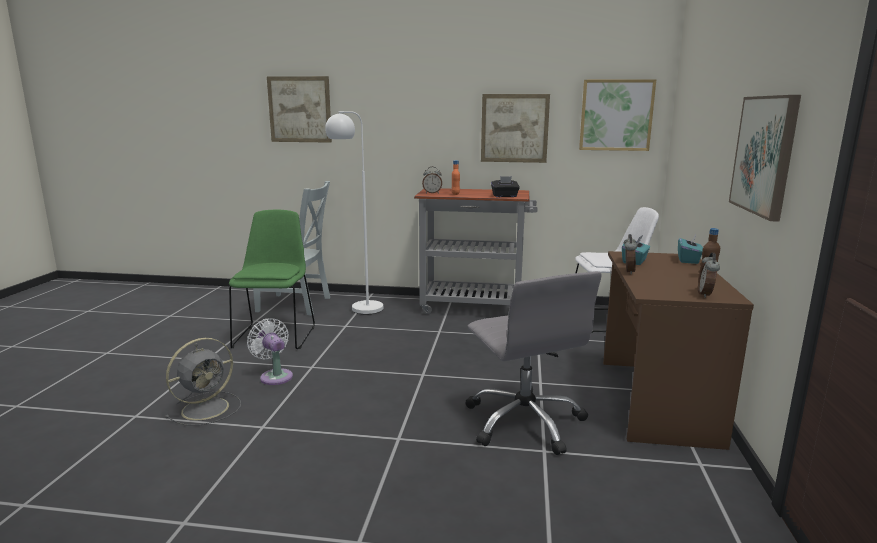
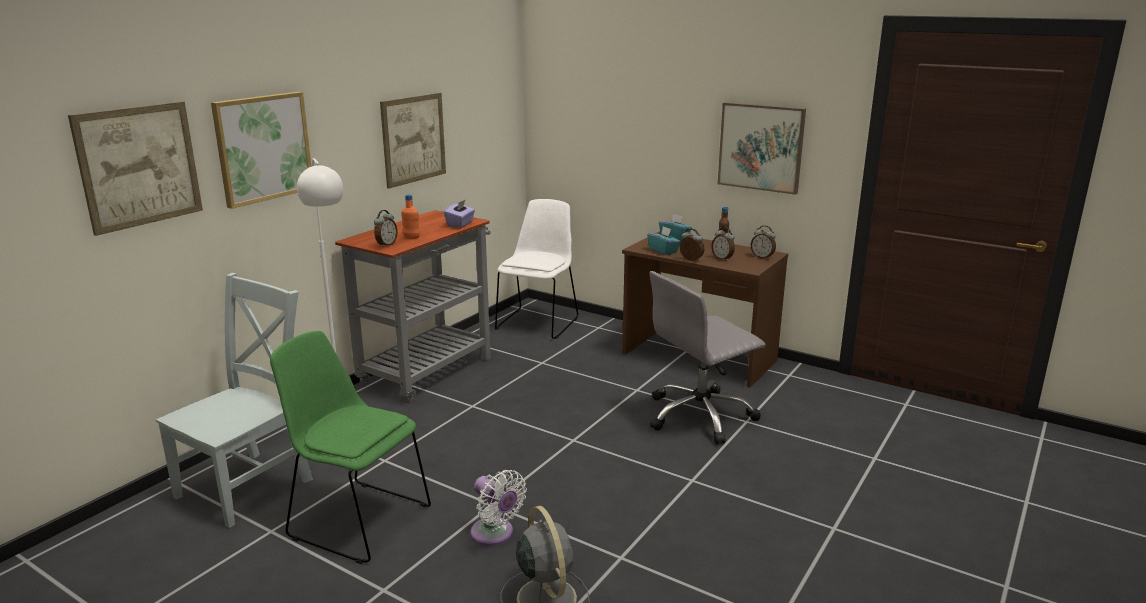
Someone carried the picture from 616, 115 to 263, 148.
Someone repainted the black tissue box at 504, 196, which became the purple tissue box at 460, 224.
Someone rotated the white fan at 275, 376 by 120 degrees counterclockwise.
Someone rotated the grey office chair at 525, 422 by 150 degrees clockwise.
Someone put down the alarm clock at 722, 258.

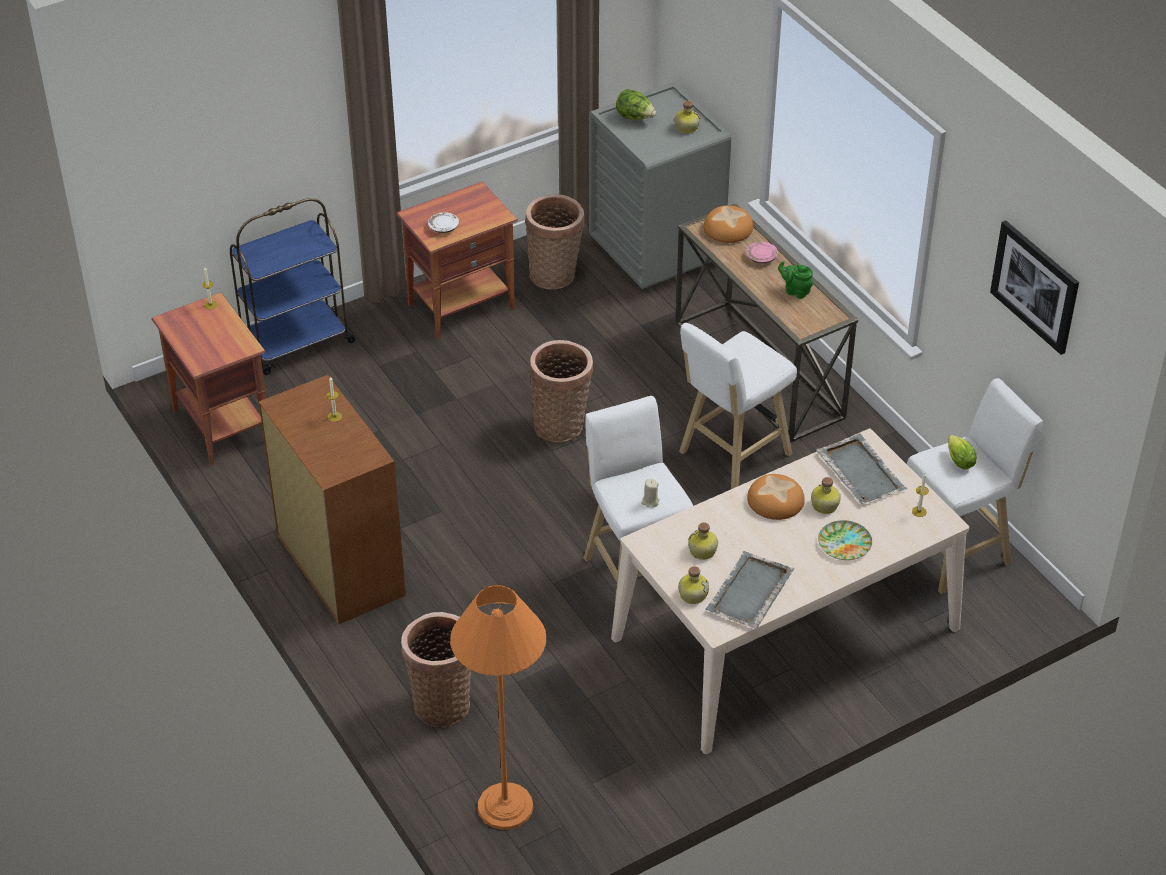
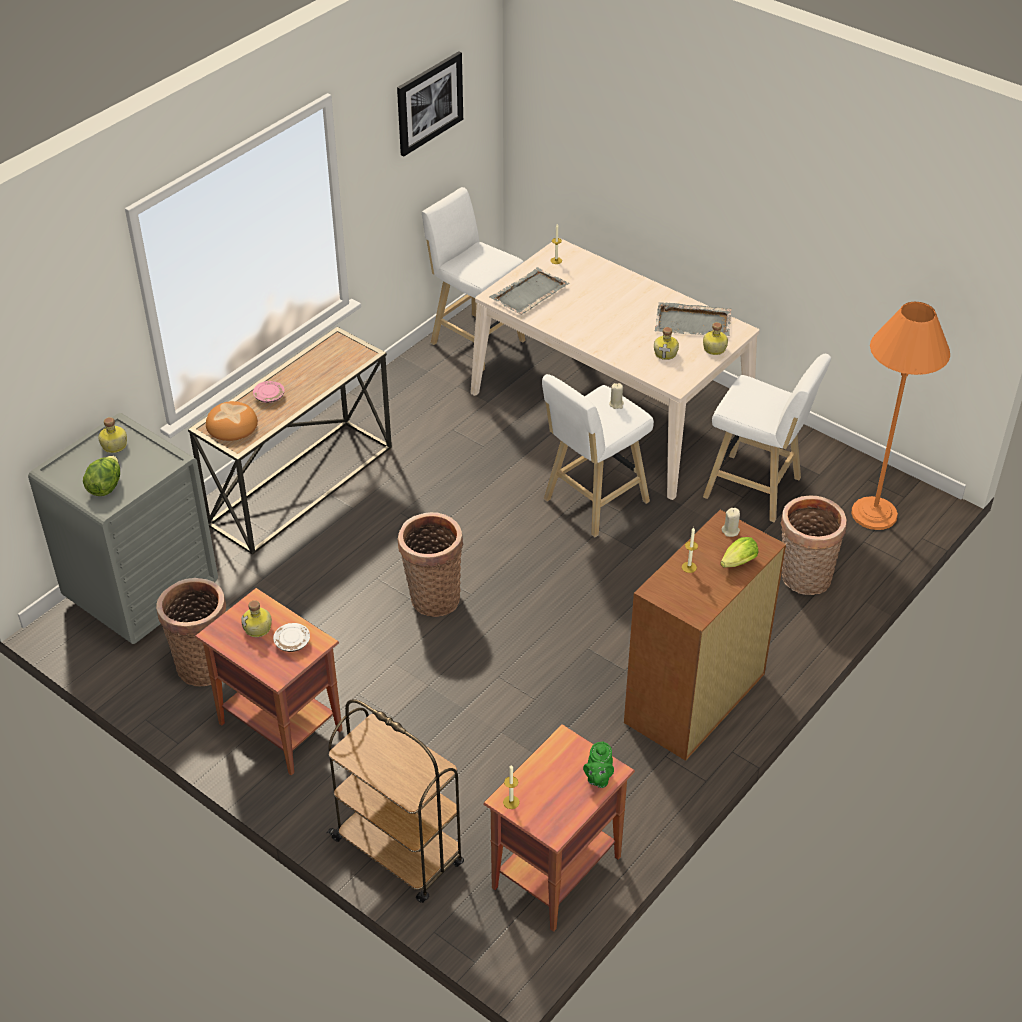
Someone carried the bottle from 824, 505 to 258, 628.
Someone repainted the blue cart at 296, 345, which became the brown cart at 398, 854.
Someone carried the green teapot from 795, 291 to 598, 778.
Someone carried the white stool from 731, 455 to 756, 490.
Someone carried the lettuce from 958, 459 to 736, 564.
Someone put down the beige candle at 730, 531.
Someone took away the bread at 776, 500.
Someone took away the plate at 844, 543.

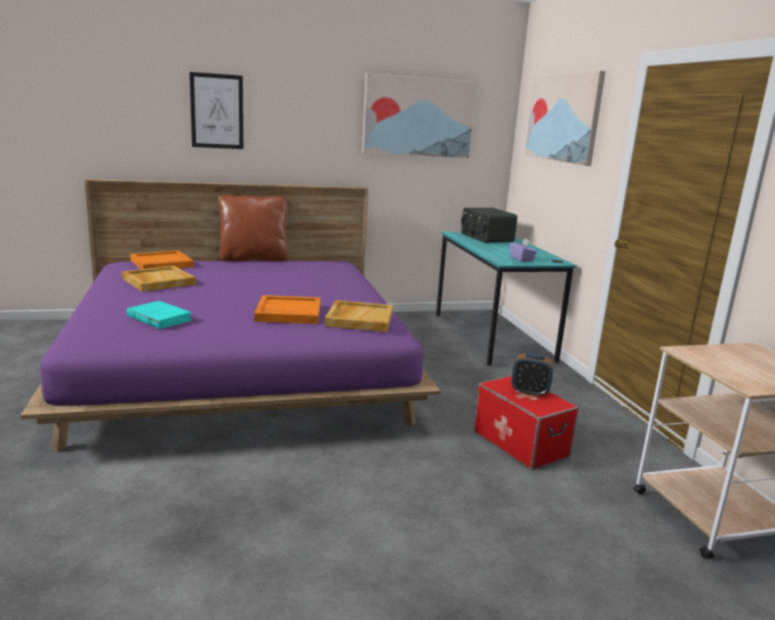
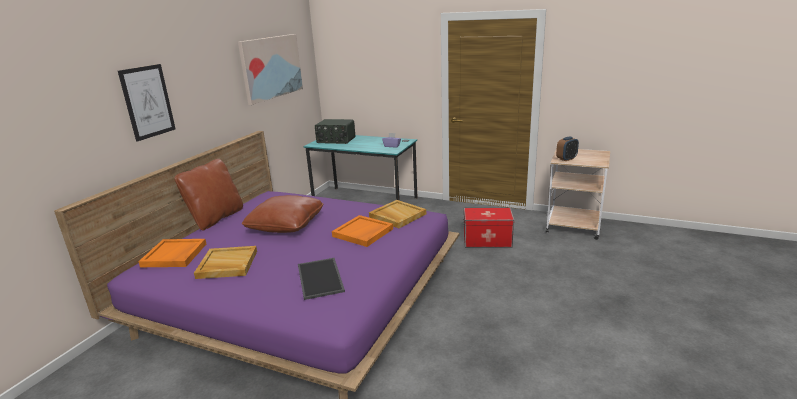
Someone put down the brown pillow at 286, 225.
Someone swapped the turquoise book at 159, 318 for the tray at 321, 278.
Someone carried the alarm clock from 530, 392 to 566, 159.
Someone took away the picture at 563, 117.

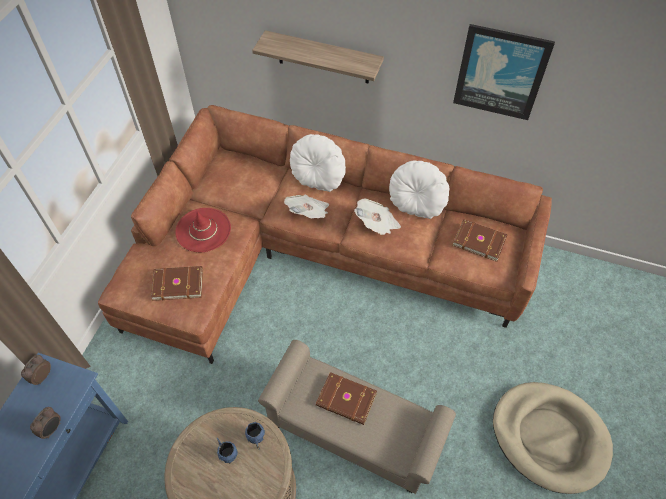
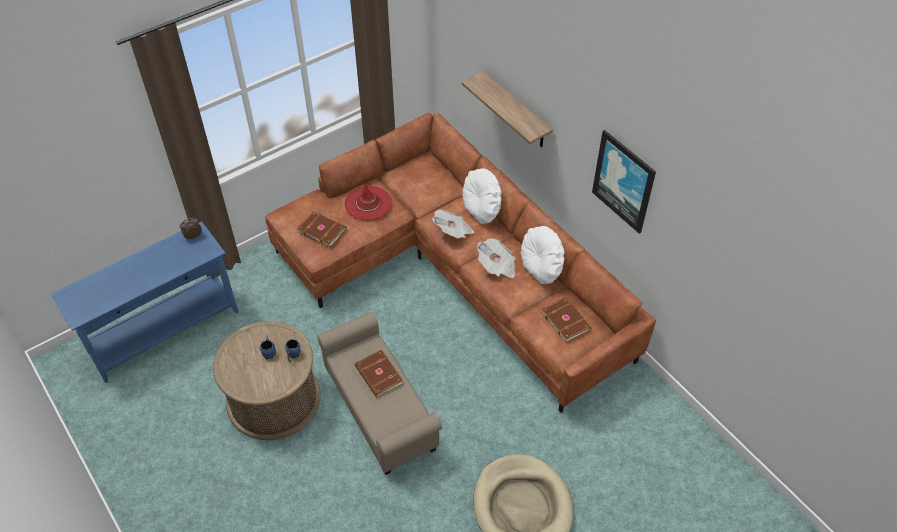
Someone took away the alarm clock at 52, 429.

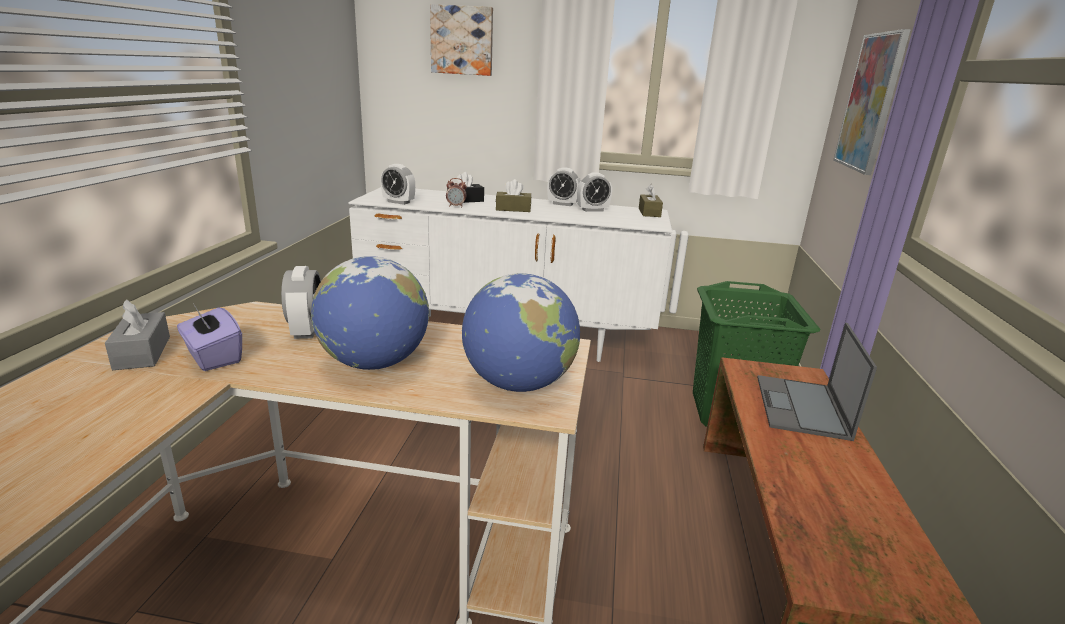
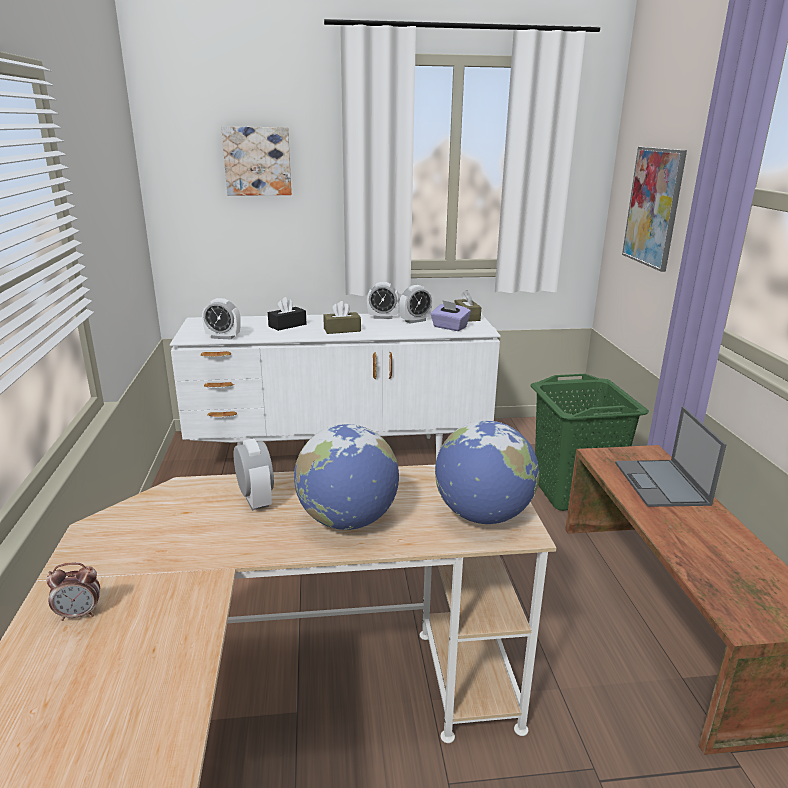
Someone carried the alarm clock from 456, 206 to 79, 614.
Someone carried the purple tissue box from 213, 357 to 449, 327.
Someone took away the grey tissue box at 142, 353.

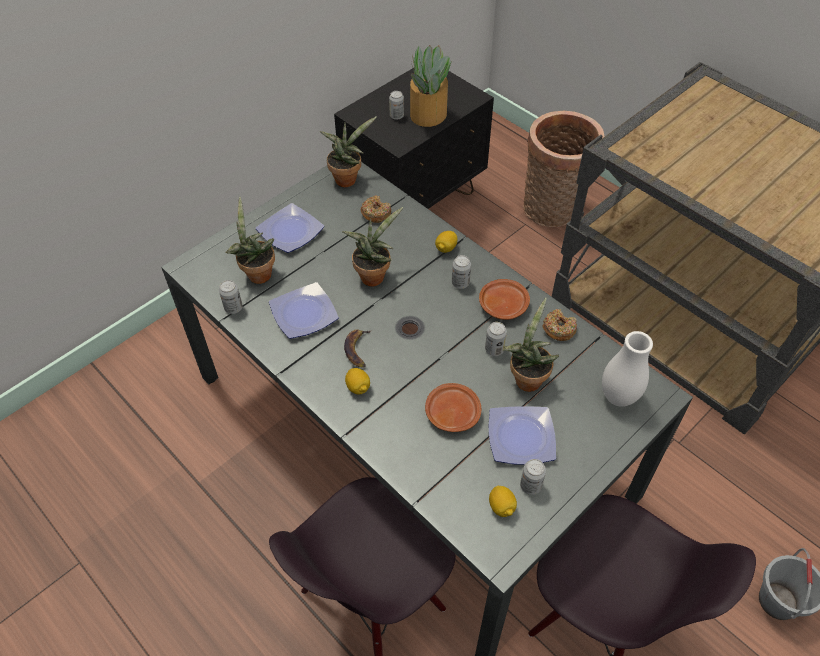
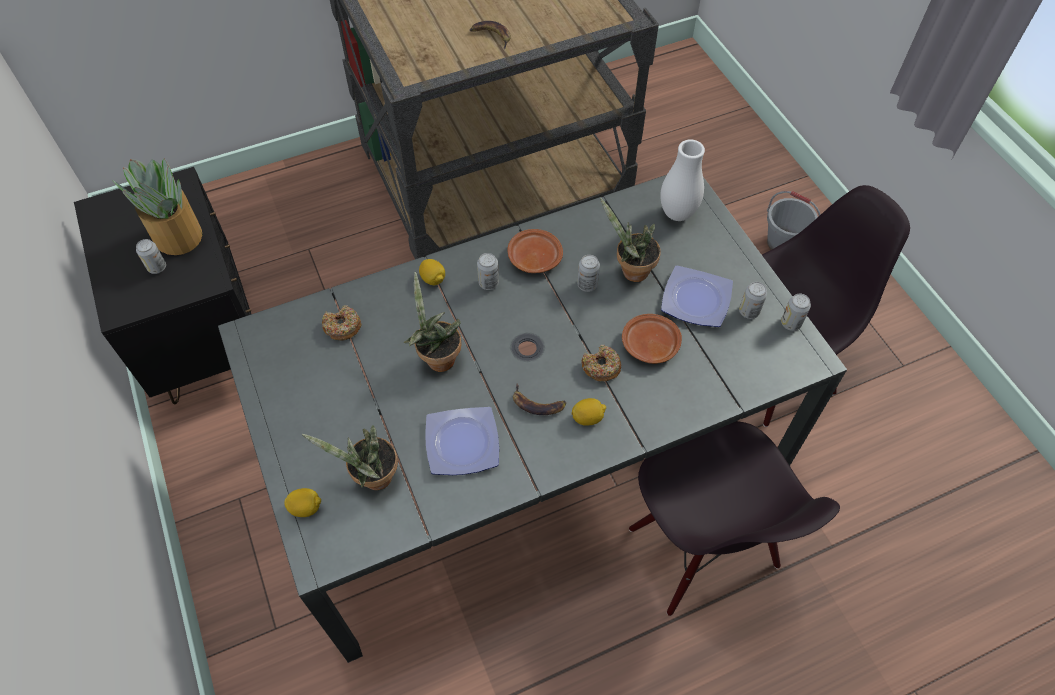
Someone carried the lemon from 501, 507 to 306, 508.
Someone put down the banana at 491, 36.
Someone carried the donut from 558, 329 to 601, 367.
Someone carried the can from 233, 308 to 790, 323.
Someone took away the plate at 289, 231.
Someone took away the potted plant at 347, 178.
Someone took away the basket at 552, 211.

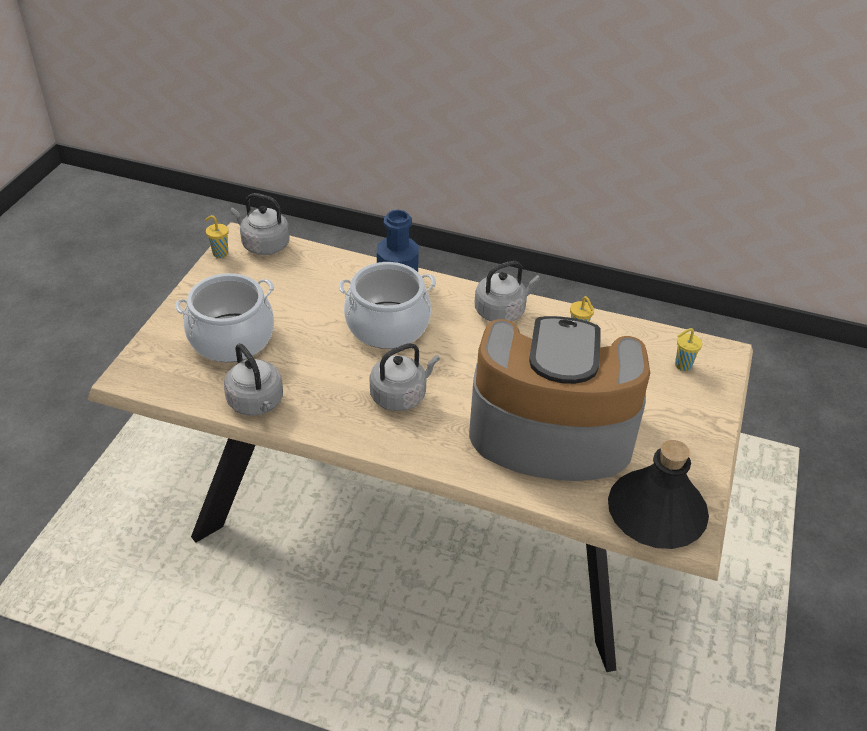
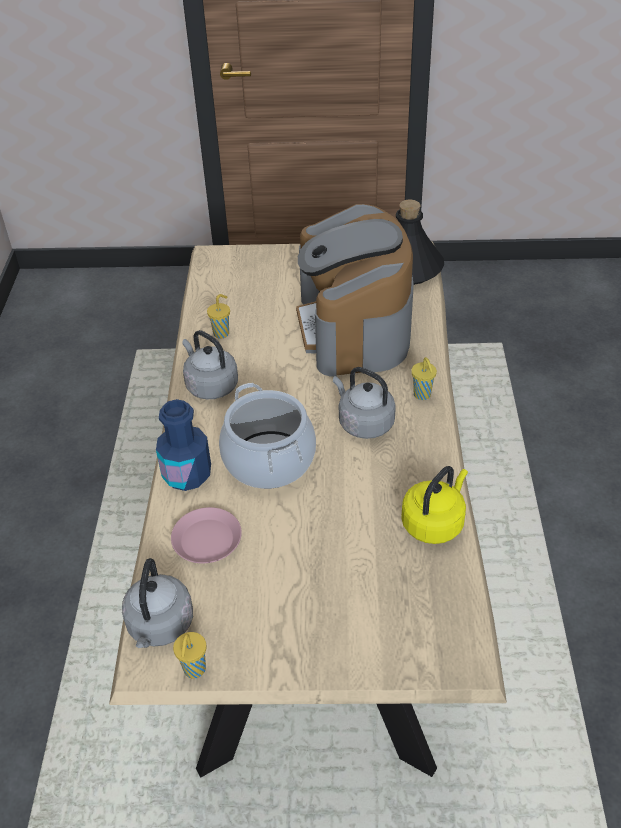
Someone put down the pink plate at 207, 540.
Someone repainted the grey kettle at 257, 403, which became the yellow kettle at 434, 523.
Someone carried the yellow cup from 681, 365 to 422, 395.
Someone took away the cooking pot at 231, 338.

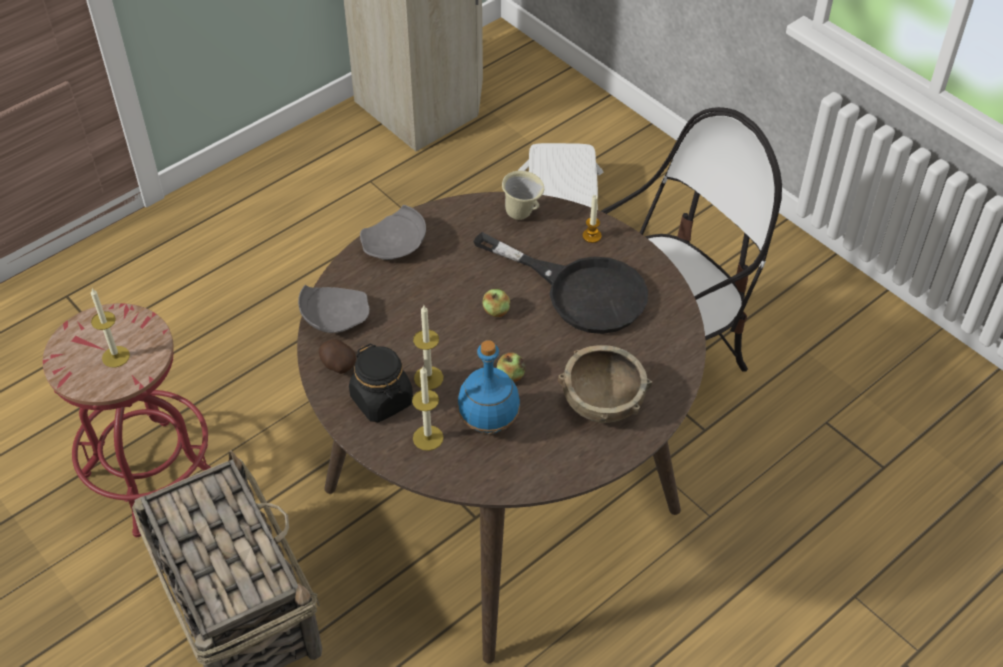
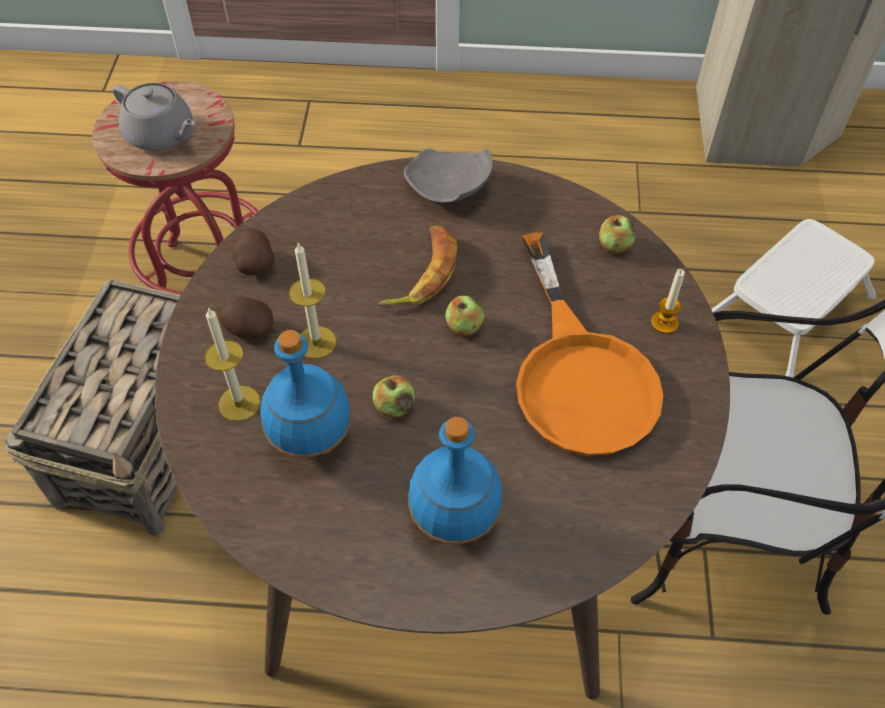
Someone swapped the candle at 116, 356 for the grey teapot at 161, 135.
Someone swapped the black jar at 382, 400 for the potato at 249, 330.
Someone put down the banana at 423, 273.
Someone swapped the brown bowl at 602, 400 for the blue bottle at 454, 518.
Someone repainted the black frying pan at 580, 291, which became the orange frying pan at 579, 374.
Someone swapped the beige mug at 522, 214 for the apple at 614, 245.
Someone took away the grey plate at 334, 317.

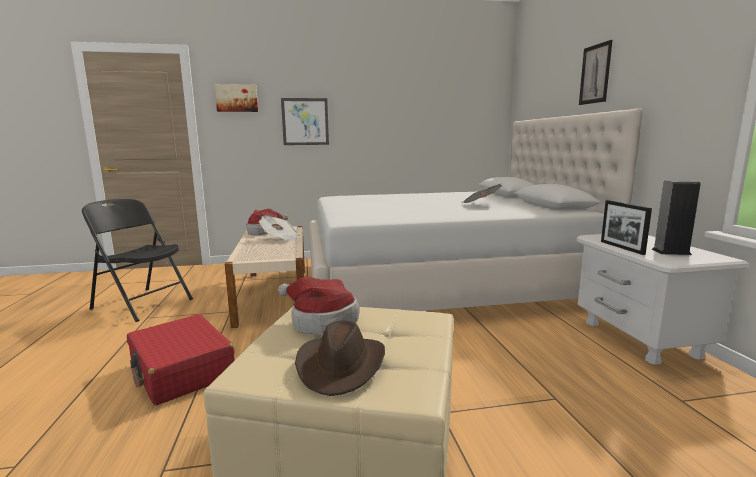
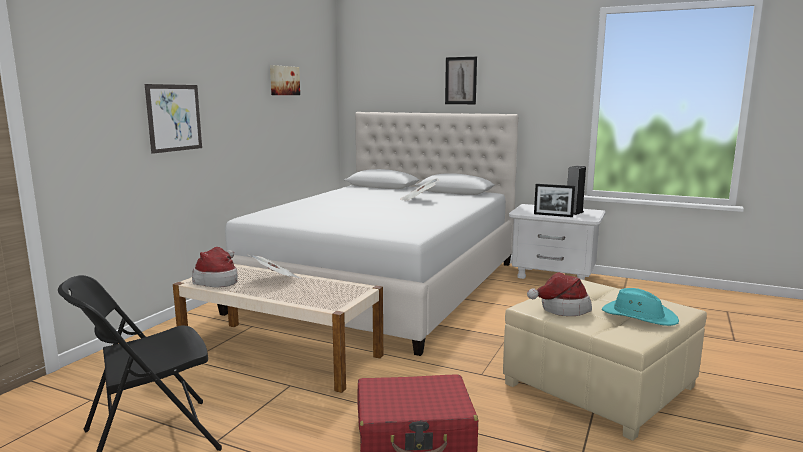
Someone carried the picture from 237, 98 to 283, 80.
Someone repainted the brown hat at 341, 365, which became the turquoise hat at 638, 316.

